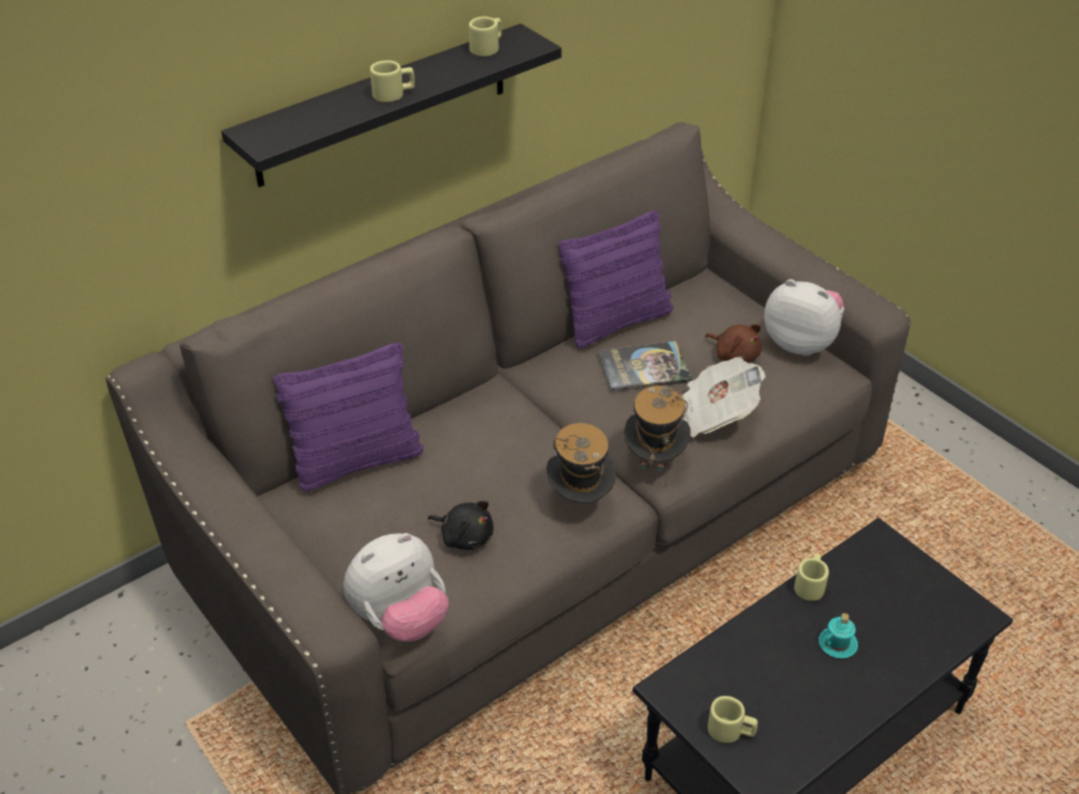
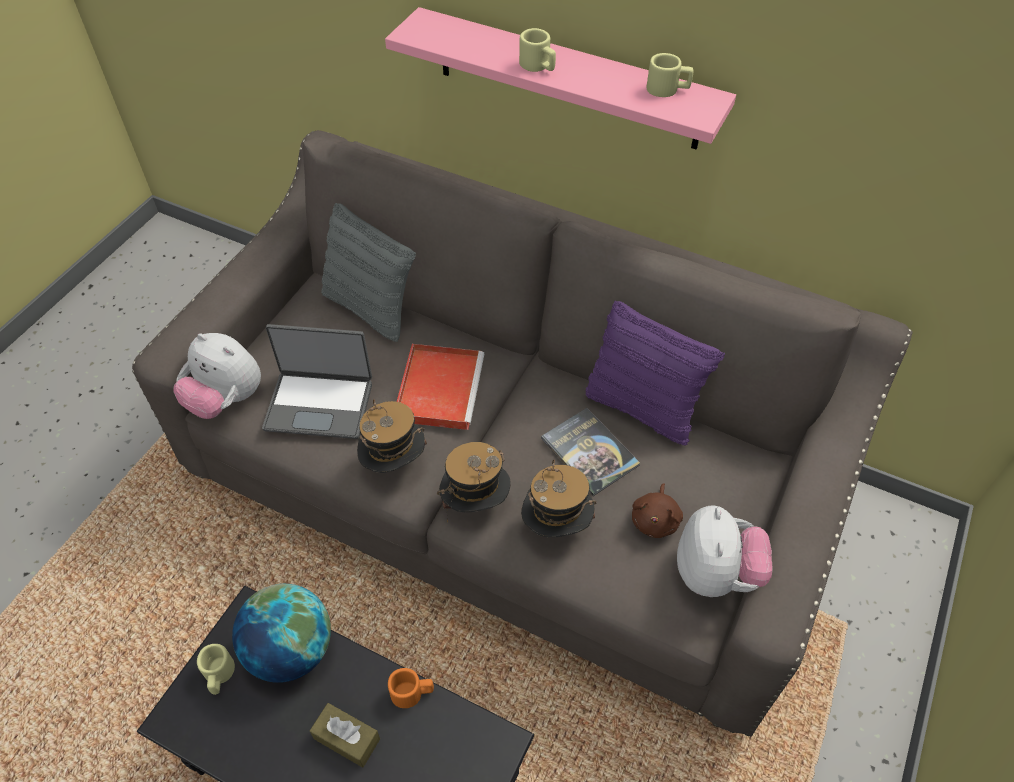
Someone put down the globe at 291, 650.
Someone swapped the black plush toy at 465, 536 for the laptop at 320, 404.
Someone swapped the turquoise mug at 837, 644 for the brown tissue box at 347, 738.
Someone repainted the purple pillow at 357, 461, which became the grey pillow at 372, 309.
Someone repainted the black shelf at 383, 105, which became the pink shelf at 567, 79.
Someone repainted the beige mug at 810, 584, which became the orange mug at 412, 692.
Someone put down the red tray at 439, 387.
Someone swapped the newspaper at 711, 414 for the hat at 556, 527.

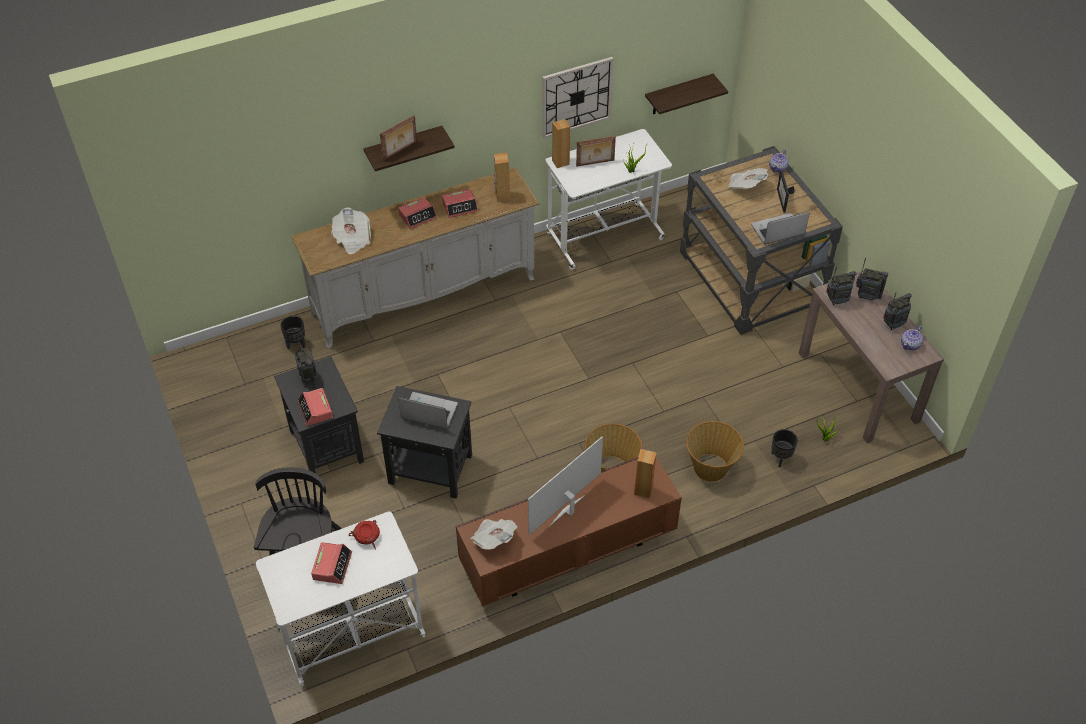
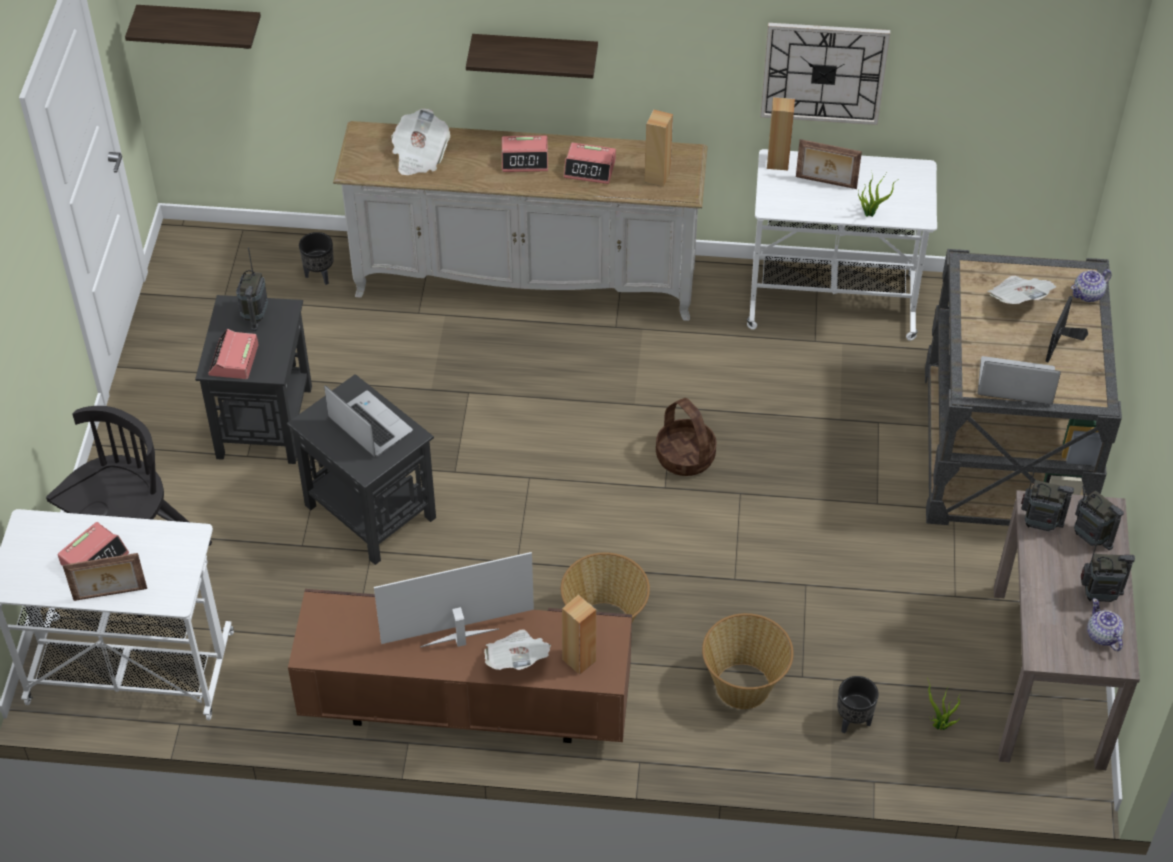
Someone carried the picture frame from 400, 151 to 110, 595.
Someone carried the shelf from 678, 95 to 201, 26.
Someone carried the newspaper from 494, 539 to 517, 660.
Someone put down the basket at 686, 456.
Someone rotated the teapot at 910, 345 by 90 degrees clockwise.
Someone took away the red bowl at 366, 536.

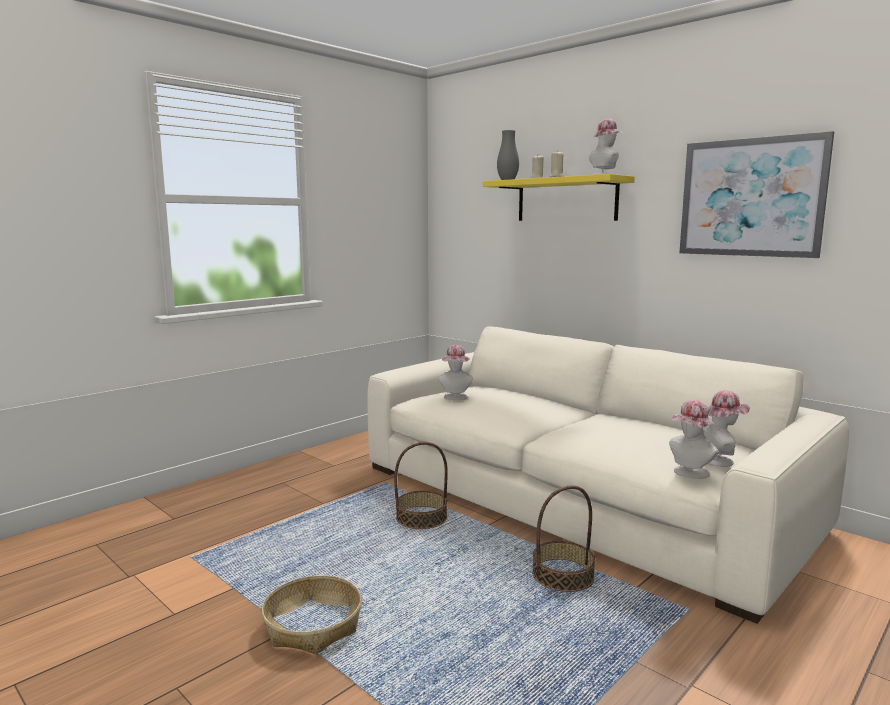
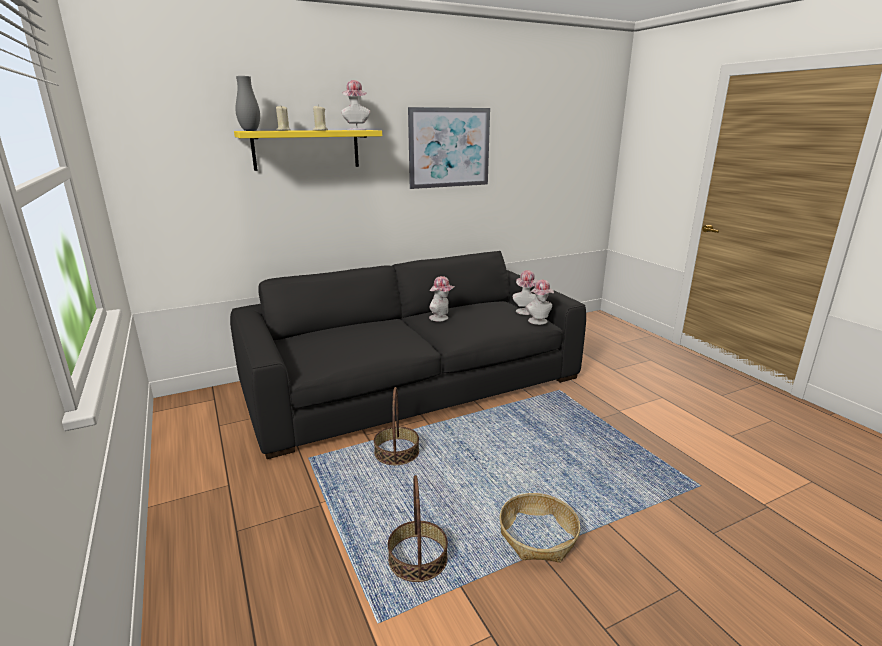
Someone repainted the white sofa at 576, 496, which became the black sofa at 412, 380.
Someone carried the basket from 562, 575 to 417, 558.
Someone carried the hat from 455, 398 to 441, 318.

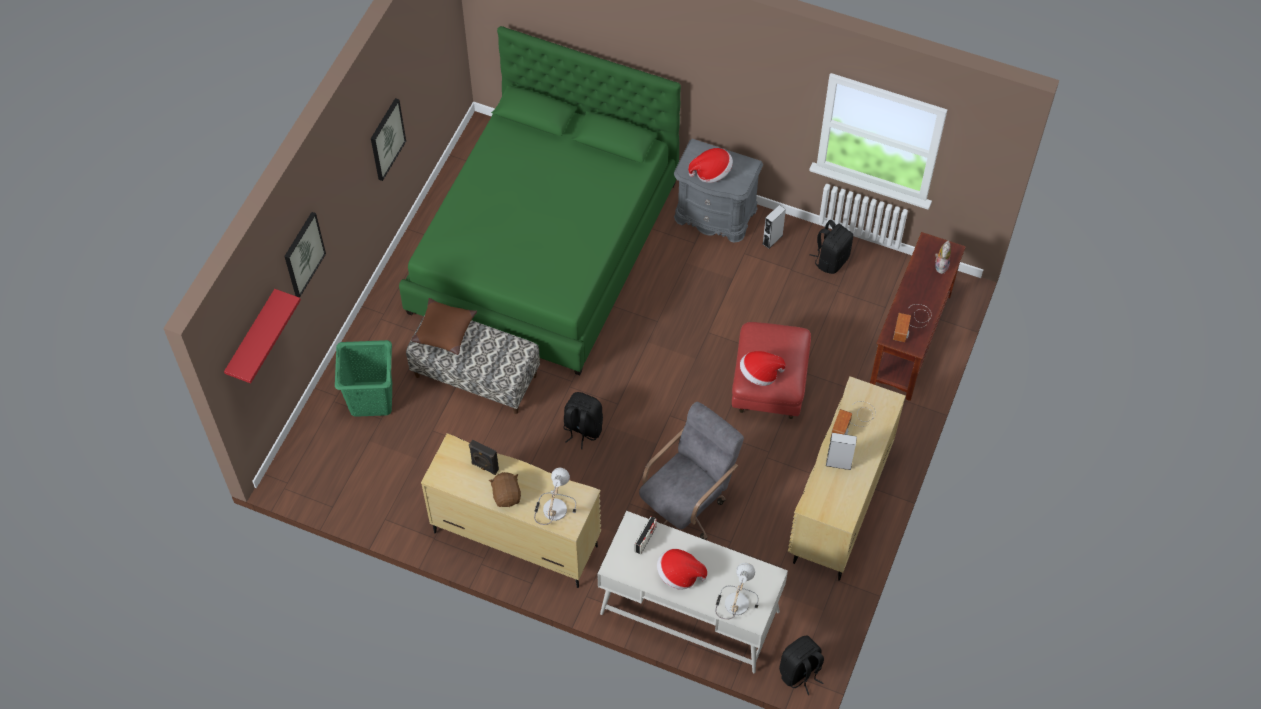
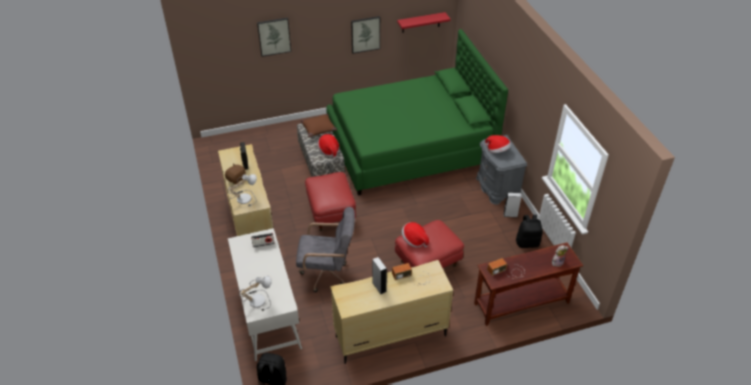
Someone swapped the black backpack at 582, 429 for the red ottoman at 330, 213.
Someone carried the hat from 679, 574 to 329, 150.
Someone carried the red shelf from 252, 337 to 421, 22.
Someone took away the green laundry basket at 371, 398.

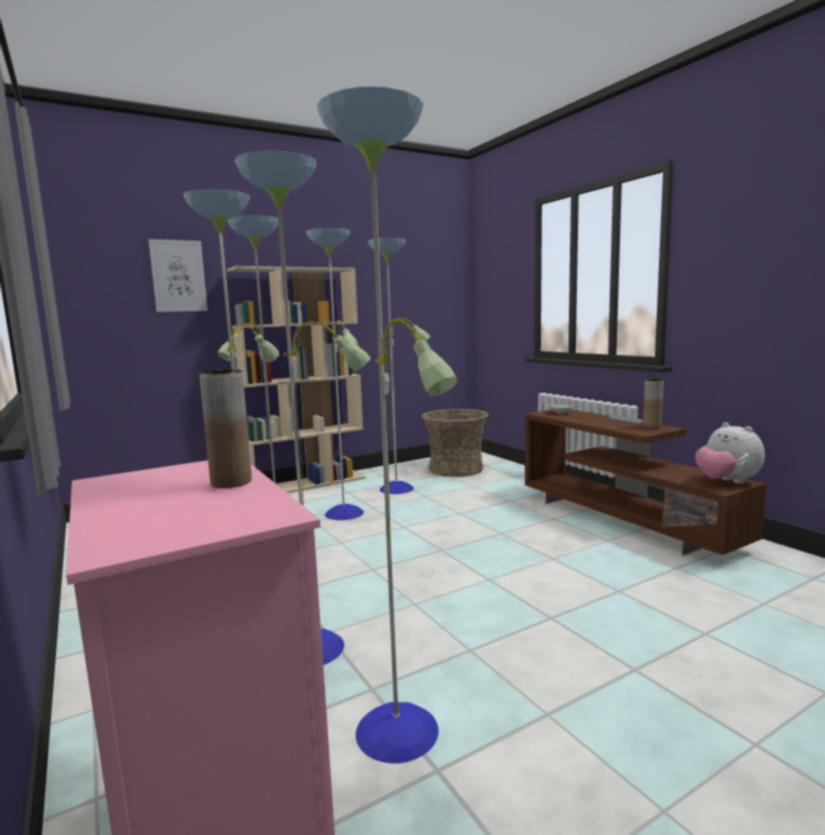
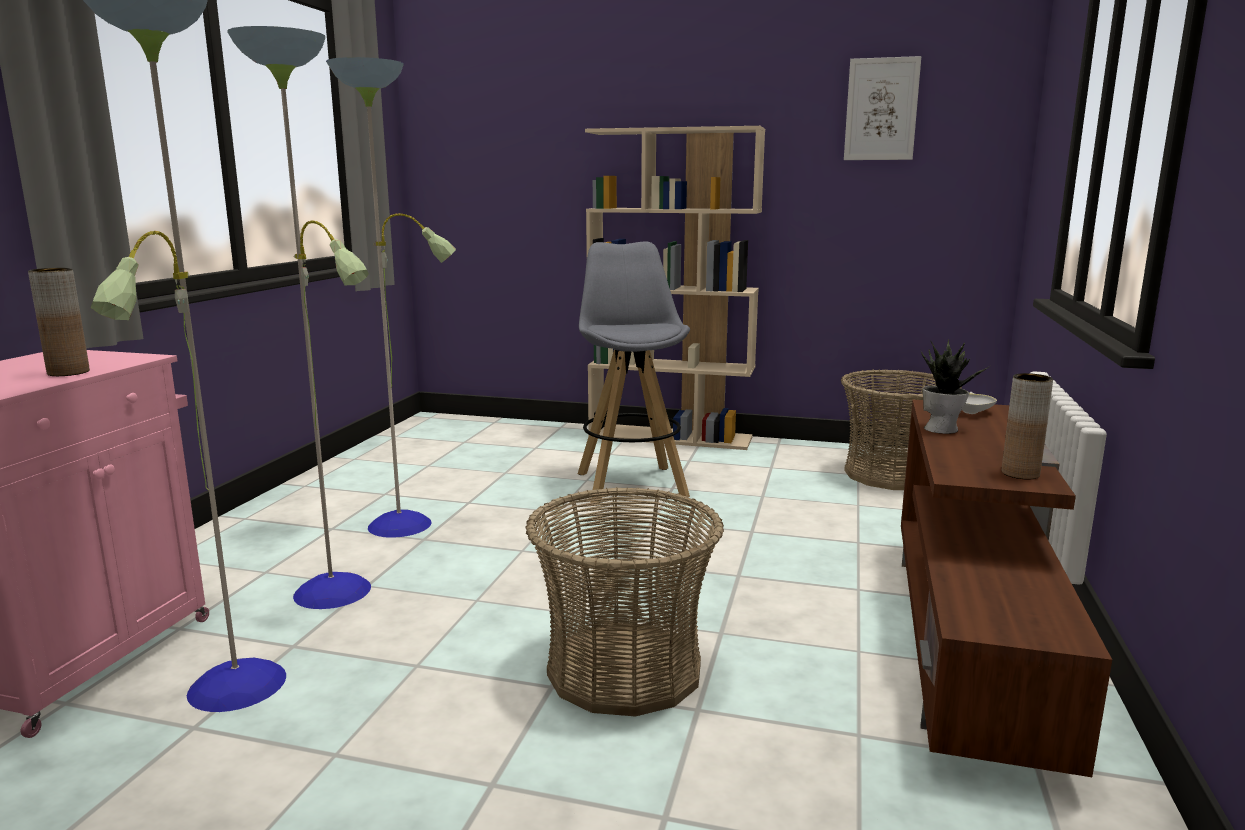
Someone put down the basket at 624, 670.
Someone swapped the floor lamp at 346, 513 for the grey stool at 631, 484.
Someone carried the picture from 178, 276 to 881, 109.
Someone put down the potted plant at 942, 429.
Someone took away the plush toy at 727, 482.

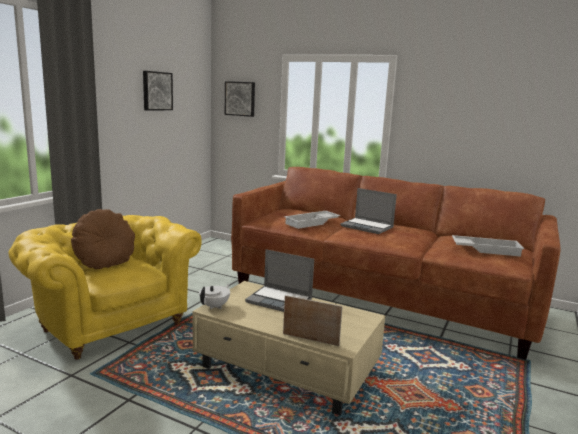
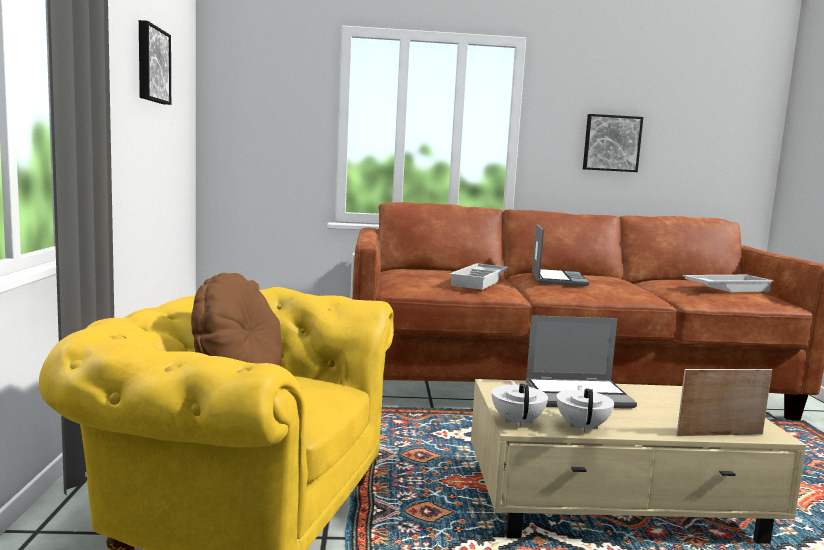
Someone rotated the laptop at 368, 227 by 90 degrees counterclockwise.
Someone put down the white teapot at 582, 427.
Someone carried the picture from 240, 98 to 611, 143.

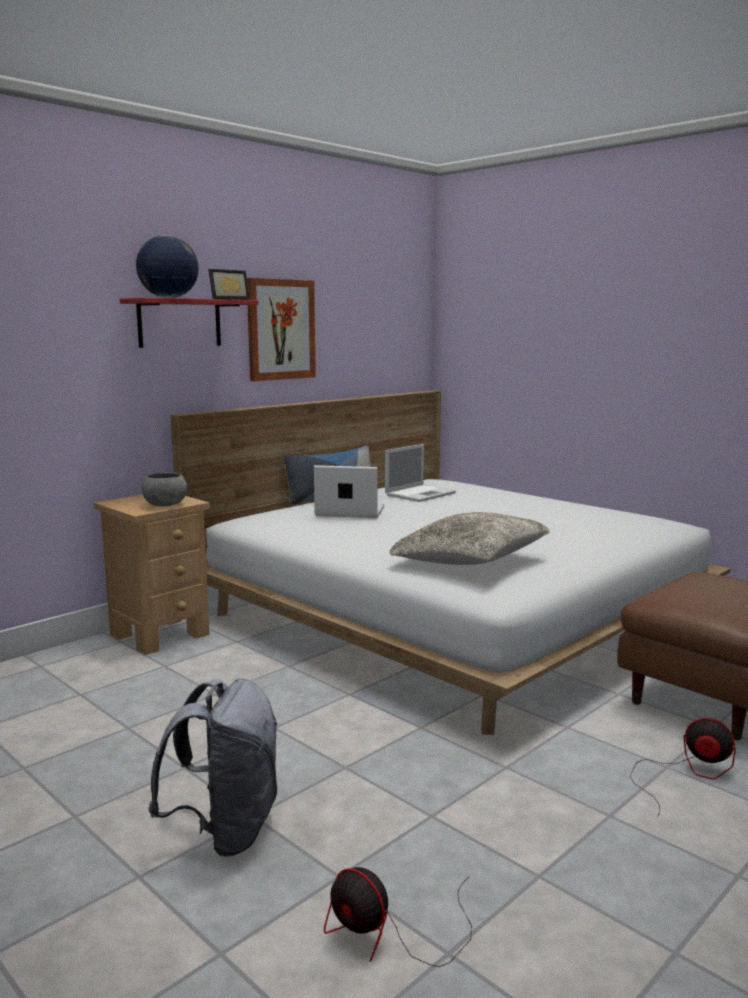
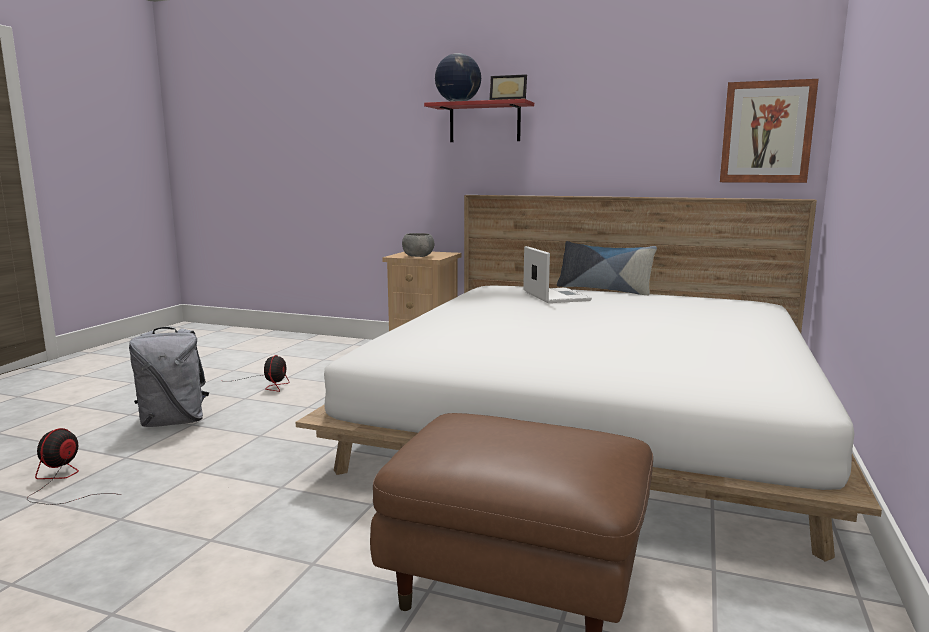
Someone carried the fan from 686, 773 to 269, 384.
Someone carried the picture from 280, 329 to 766, 132.
Someone took away the laptop at 421, 494.
Someone took away the beige pillow at 469, 561.

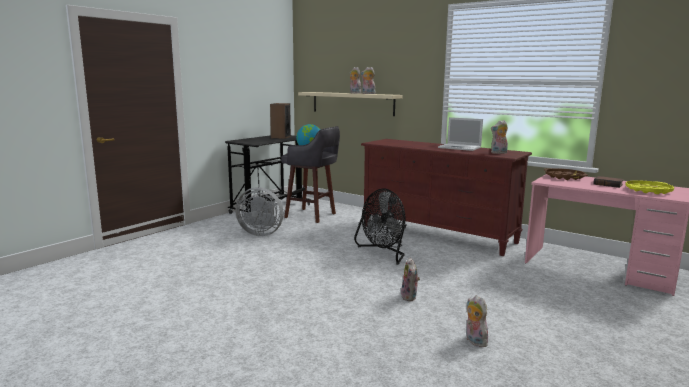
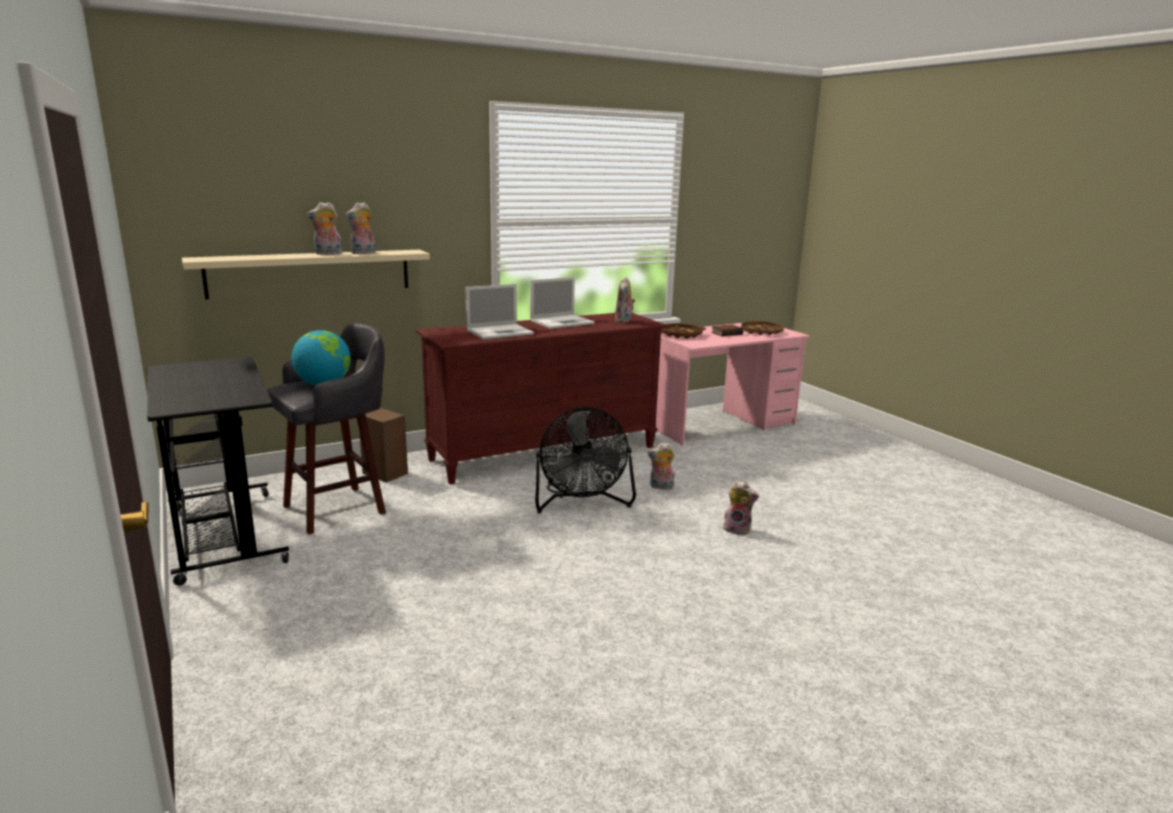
Someone carried the speaker from 280, 137 to 385, 473.
Someone put down the laptop at 501, 332.
Someone carried the plush toy from 474, 341 to 661, 487.
Someone repainted the yellow tray at 648, 191, which became the brown tray at 761, 332.
Someone took away the grey fan at 261, 233.

